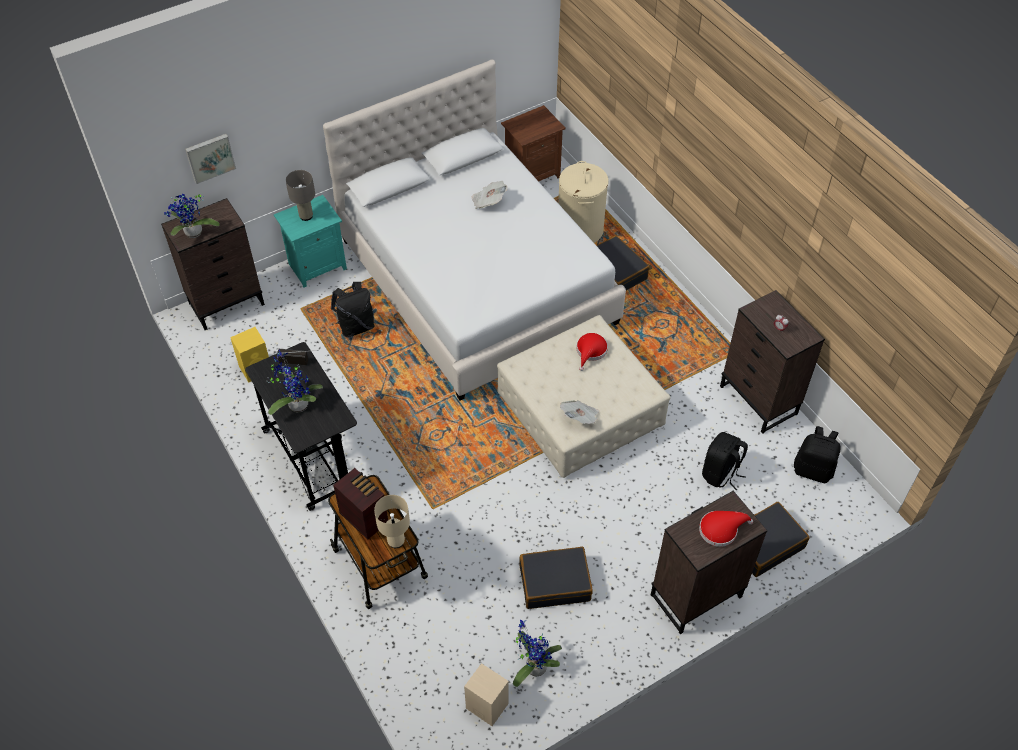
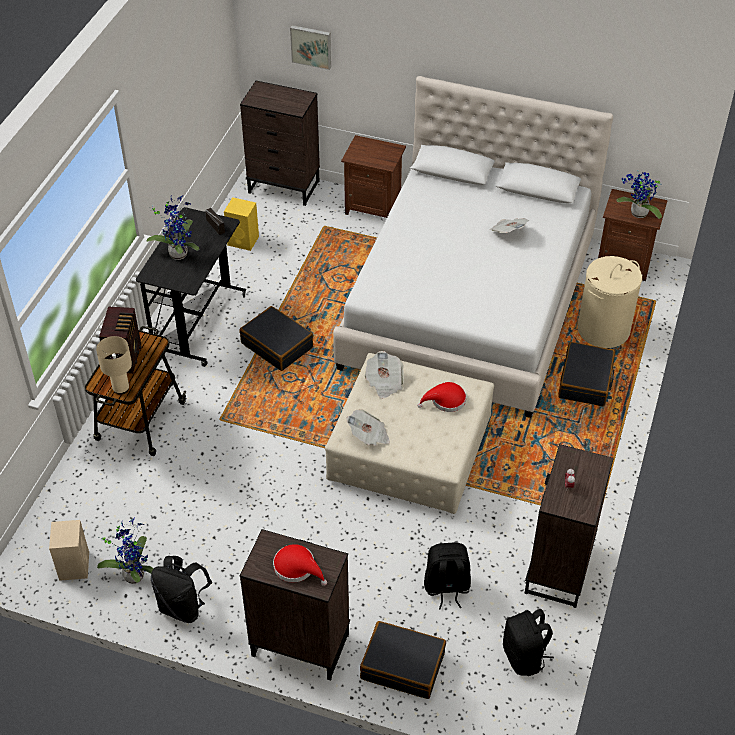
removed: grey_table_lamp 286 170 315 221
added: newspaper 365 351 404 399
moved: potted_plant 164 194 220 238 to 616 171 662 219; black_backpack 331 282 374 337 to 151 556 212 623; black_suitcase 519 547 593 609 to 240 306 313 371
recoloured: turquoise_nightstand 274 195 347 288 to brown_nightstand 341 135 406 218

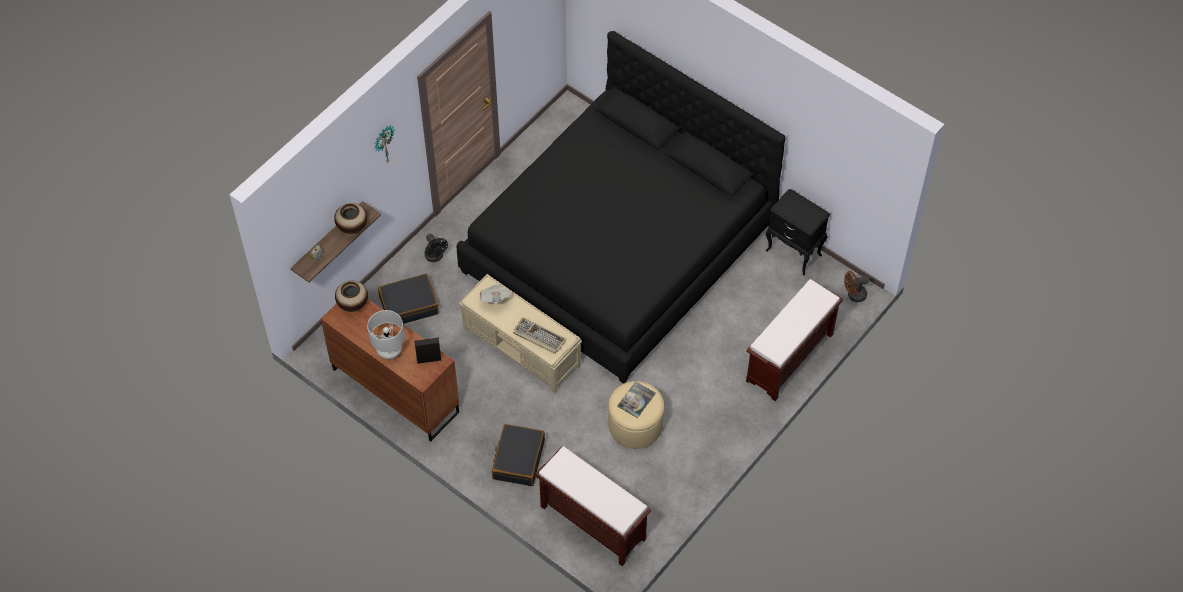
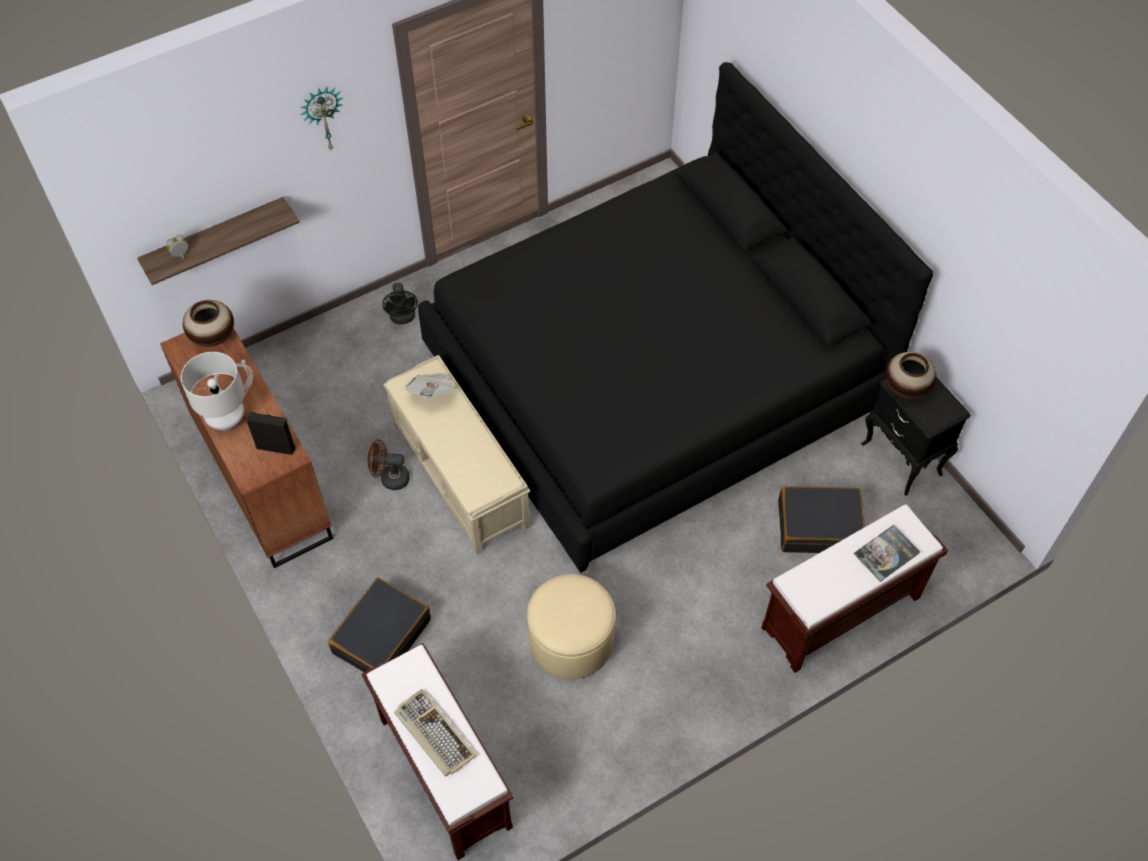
moved: vase 334 203 367 234 to 885 352 936 399; brown_fan 844 271 869 302 to 368 439 410 490; black_suitcase 378 274 439 324 to 778 486 865 553; keyboard 513 317 567 354 to 394 689 476 777; book 617 382 655 418 to 854 525 920 582

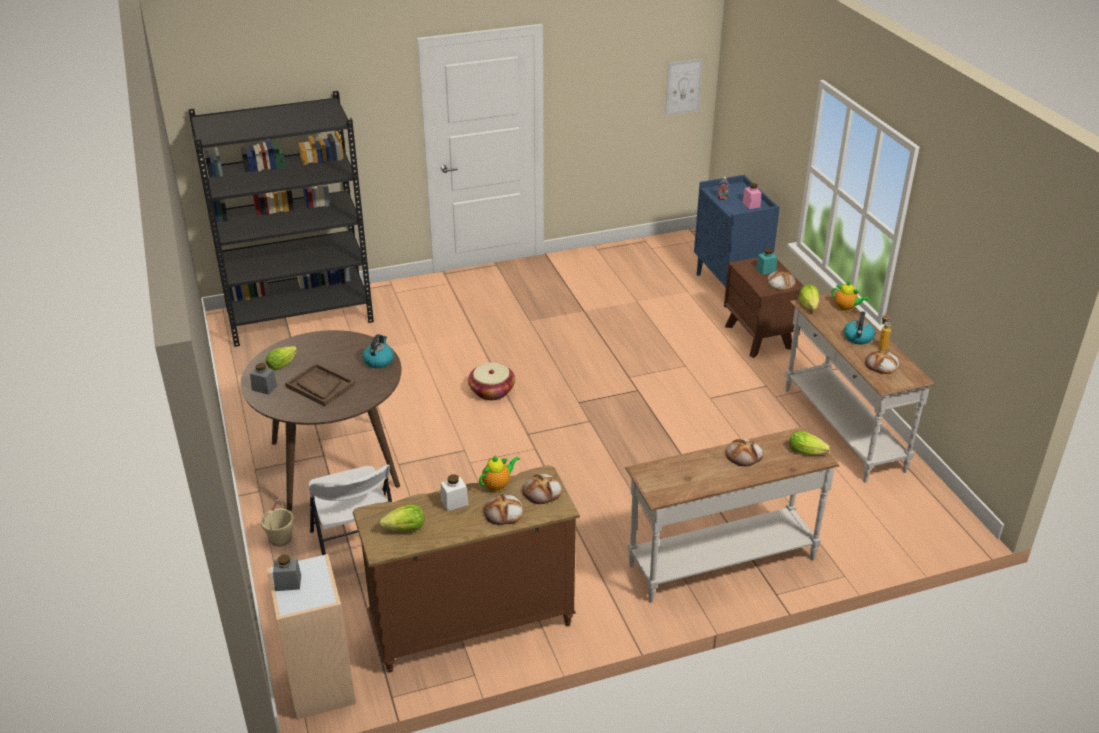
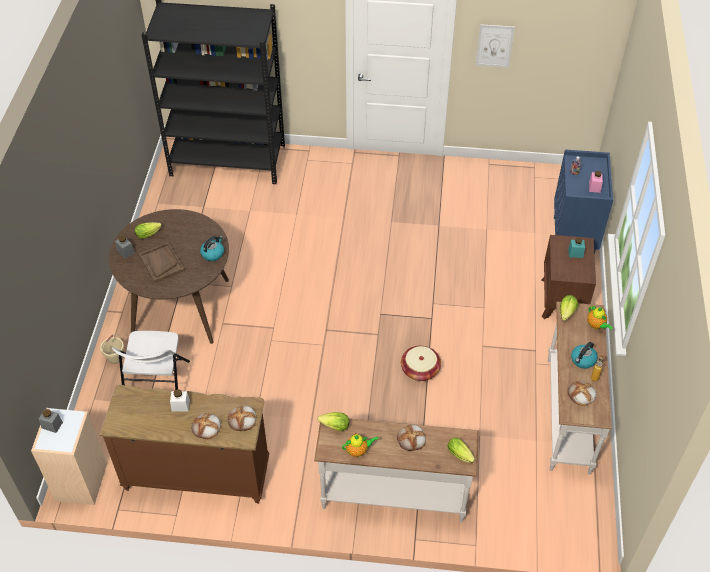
removed: bread 767 270 796 290
moved: picture 665 59 703 115 to 476 24 515 68; basket 468 363 515 400 to 401 346 441 381; teapot 479 455 520 492 to 342 433 378 457; lettuce 379 504 425 531 to 318 412 349 431

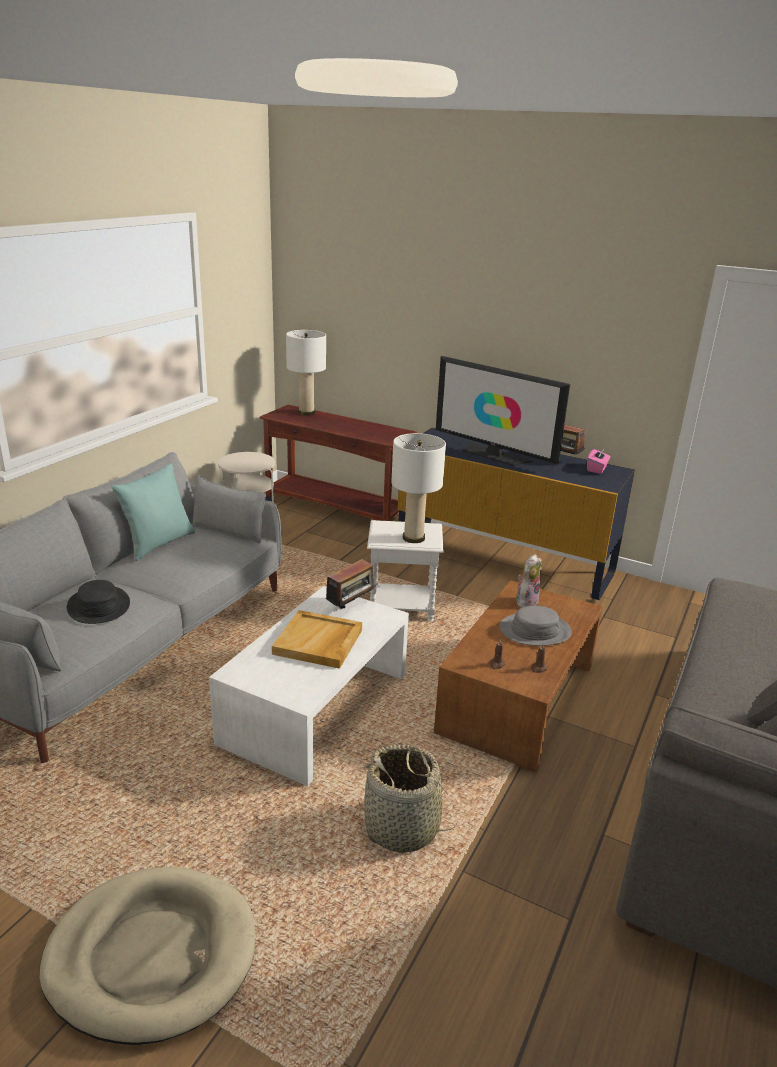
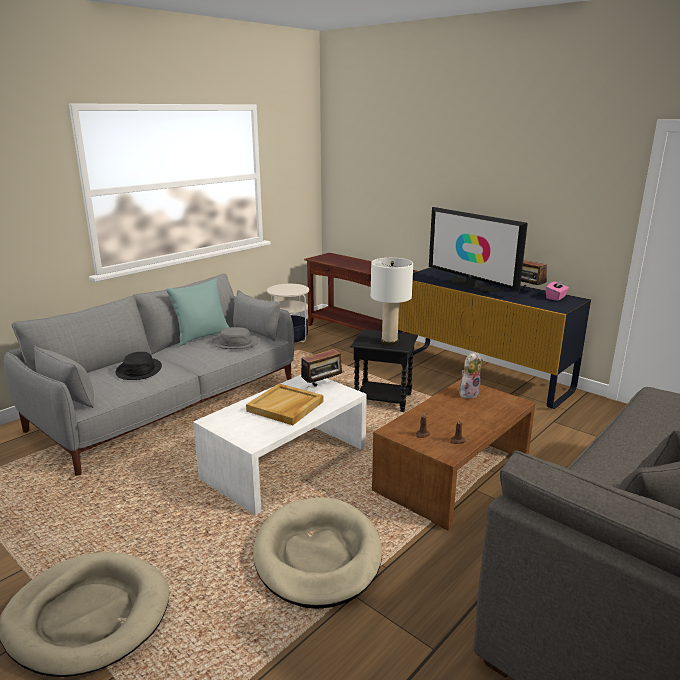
removed: white_table_lamp 286 330 326 416
moved: grey_hat 500 606 572 646 to 211 327 259 349
replaced: basket 358 745 457 853 to beige_dog_bed 253 497 382 609
recoloured: white_side_table 367 520 444 621 to black_side_table 350 329 418 412

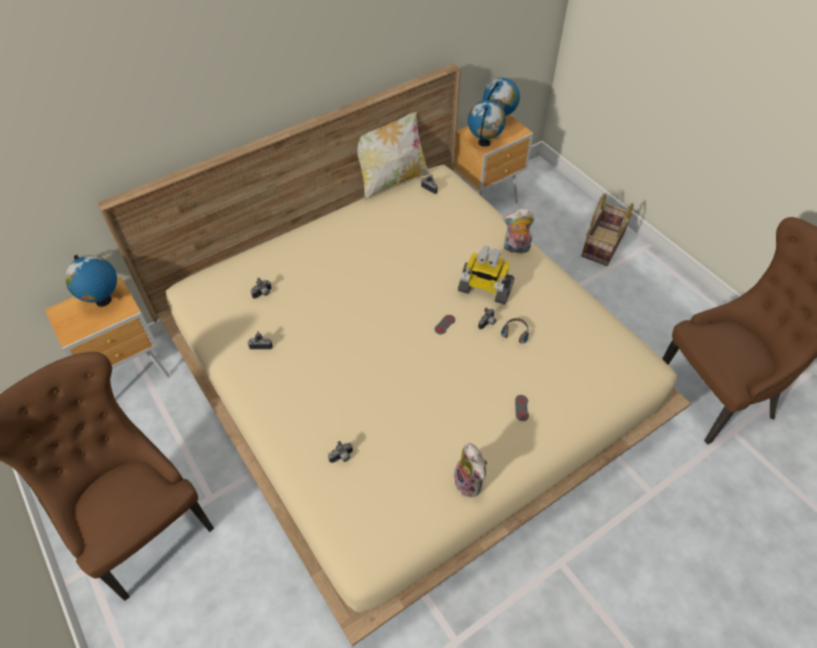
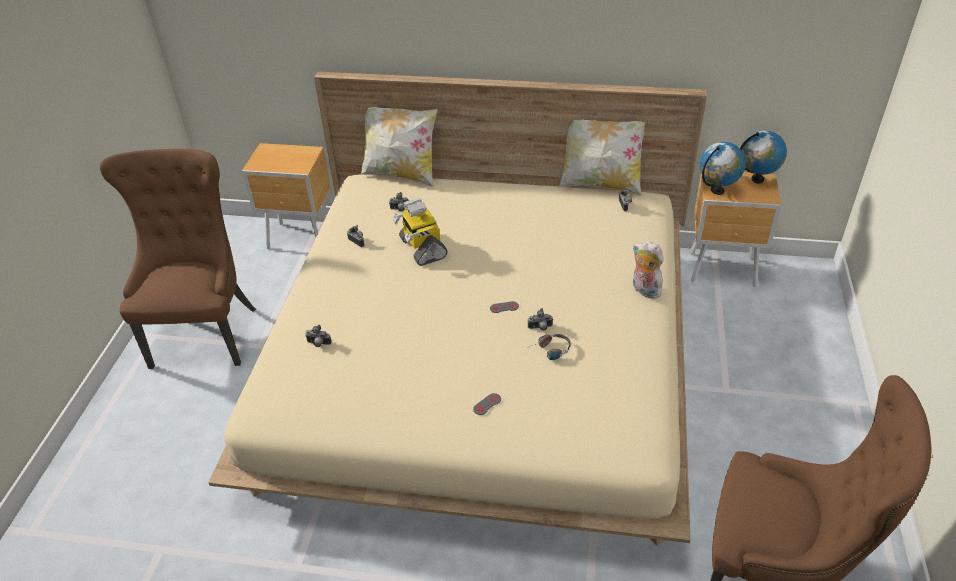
removed: basket 581 193 633 266; globe 65 255 117 307; plush_toy 454 443 487 497
added: pillow 361 107 438 187
moved: toy_robot 458 246 514 305 to 392 198 448 266

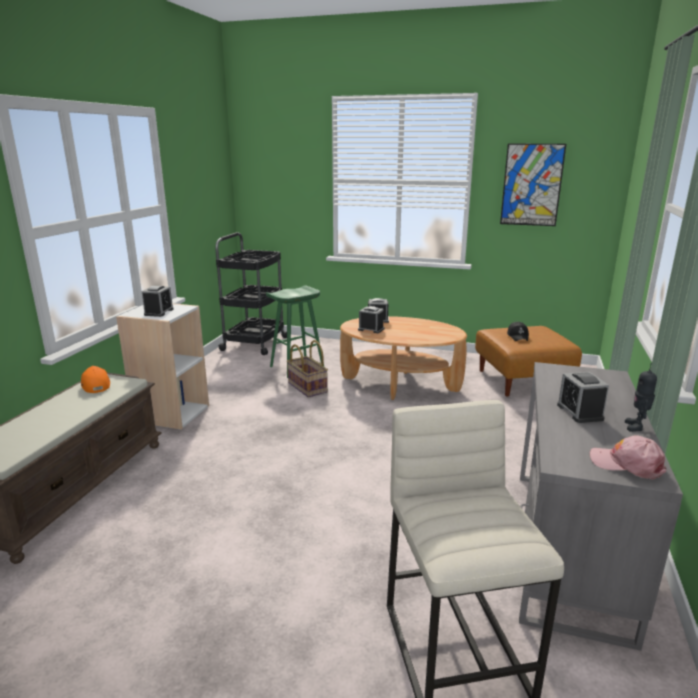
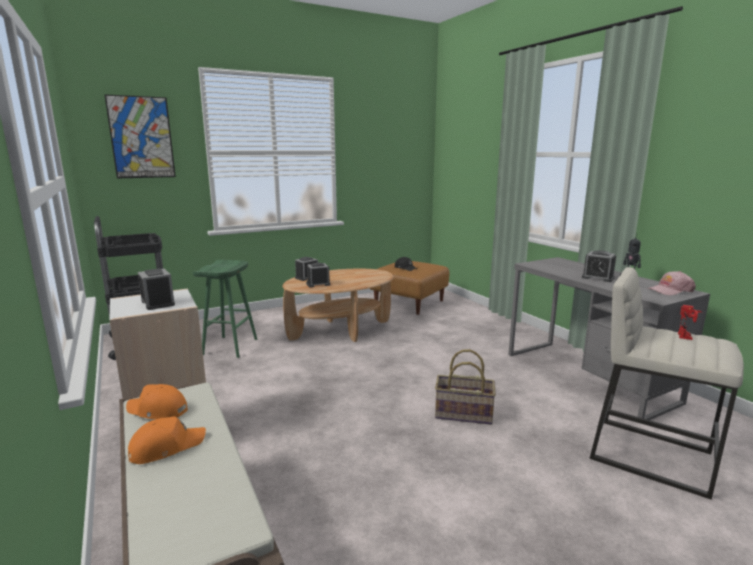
added: toy_robot 678 305 702 340; orange_cap 128 417 206 464
moved: picture 500 144 566 226 to 104 94 176 178; basket 287 340 328 398 to 435 349 496 425

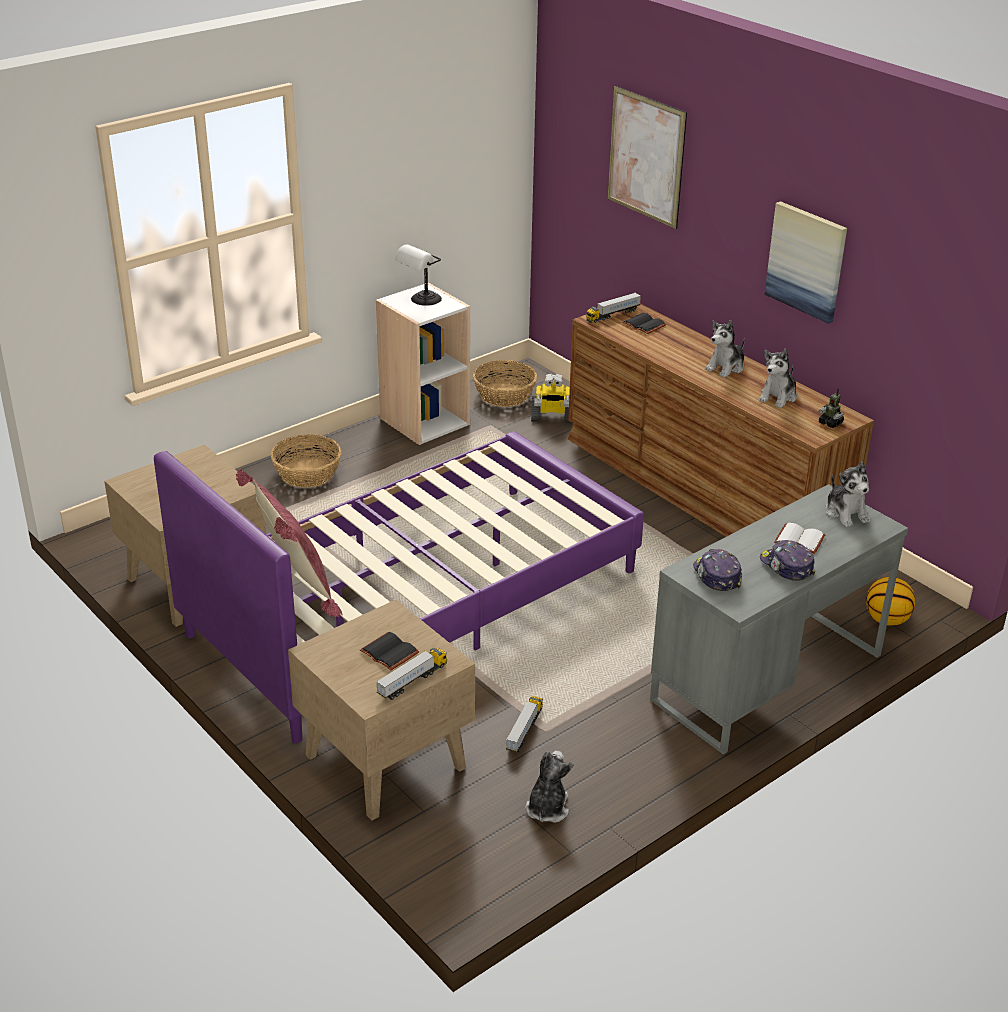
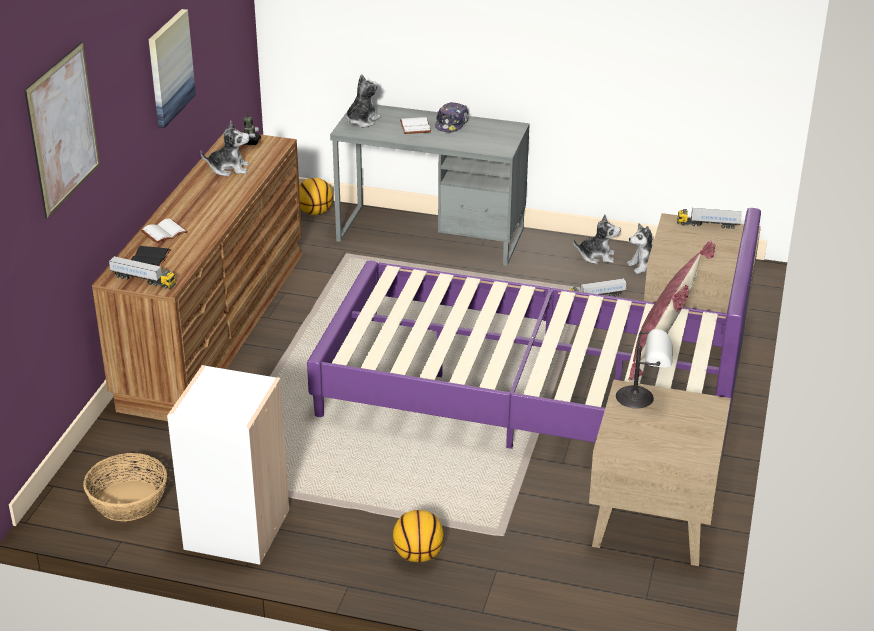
removed: toy_robot 531 373 573 423; cap 693 549 742 591; black_book 360 632 419 671
added: white_book 141 218 188 243
moved: table_lamp 395 244 442 306 to 616 329 672 408; plush_toy 705 320 745 378 to 573 214 620 264
replaced: basket 271 434 341 488 to basketball 393 510 444 562

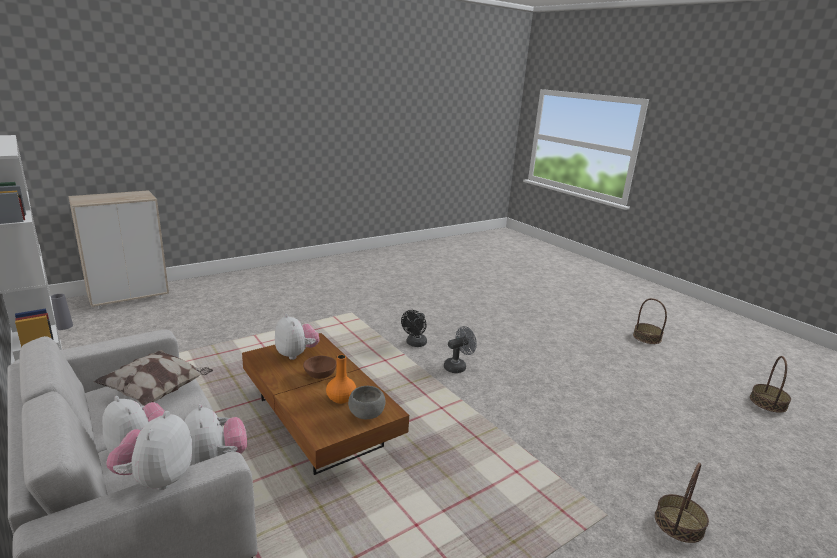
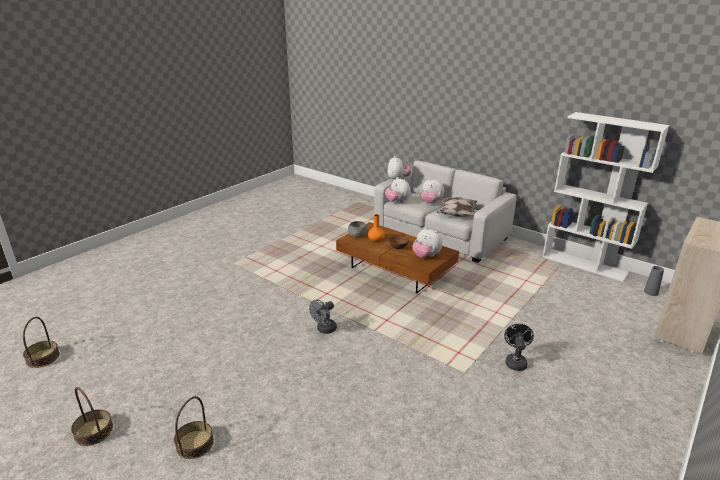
moved: black_fan 401 310 427 347 to 504 324 534 371; basket 655 463 709 543 to 174 396 214 459

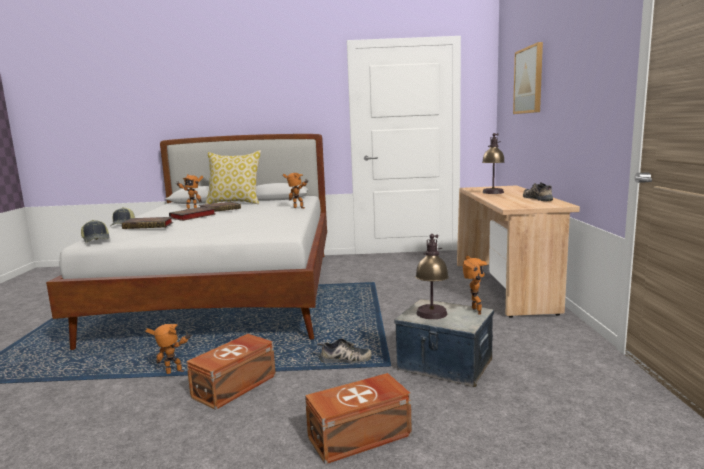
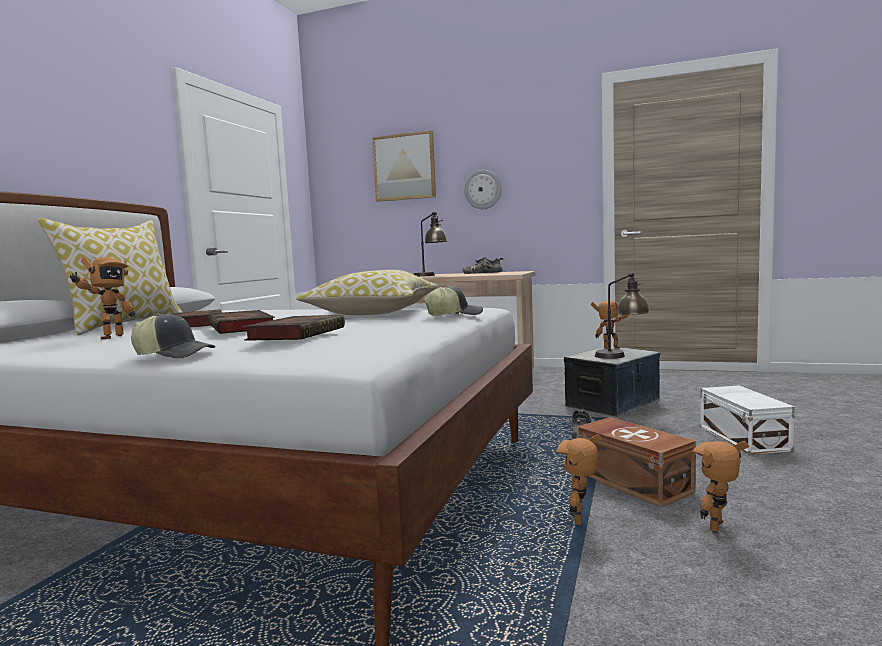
added: wall_clock 464 170 502 209; pillow 296 270 438 315
moved: toy_robot 283 173 308 209 to 692 441 749 532; cap 81 220 109 242 to 424 286 483 316
recoloured: brown_storage_box 305 373 412 464 to white_storage_box 700 385 795 455

